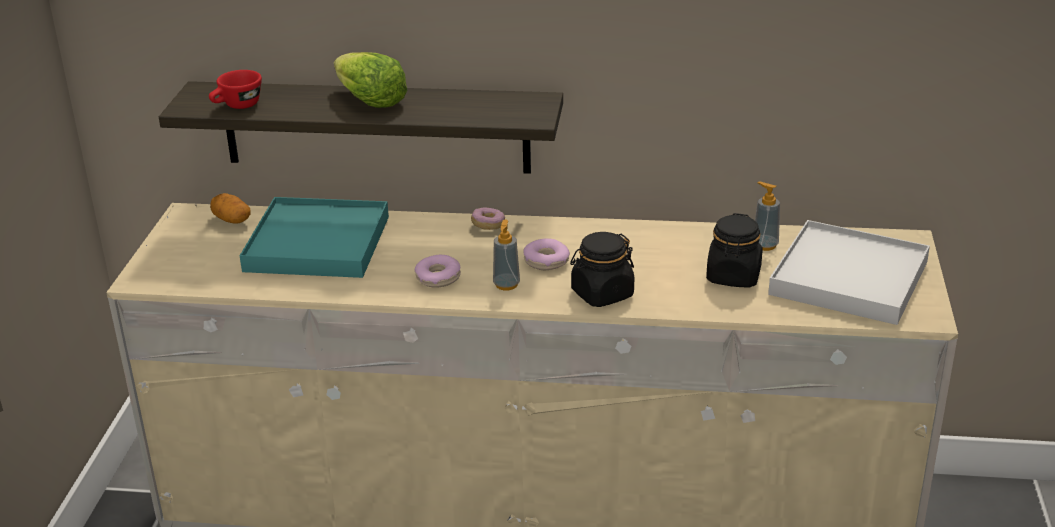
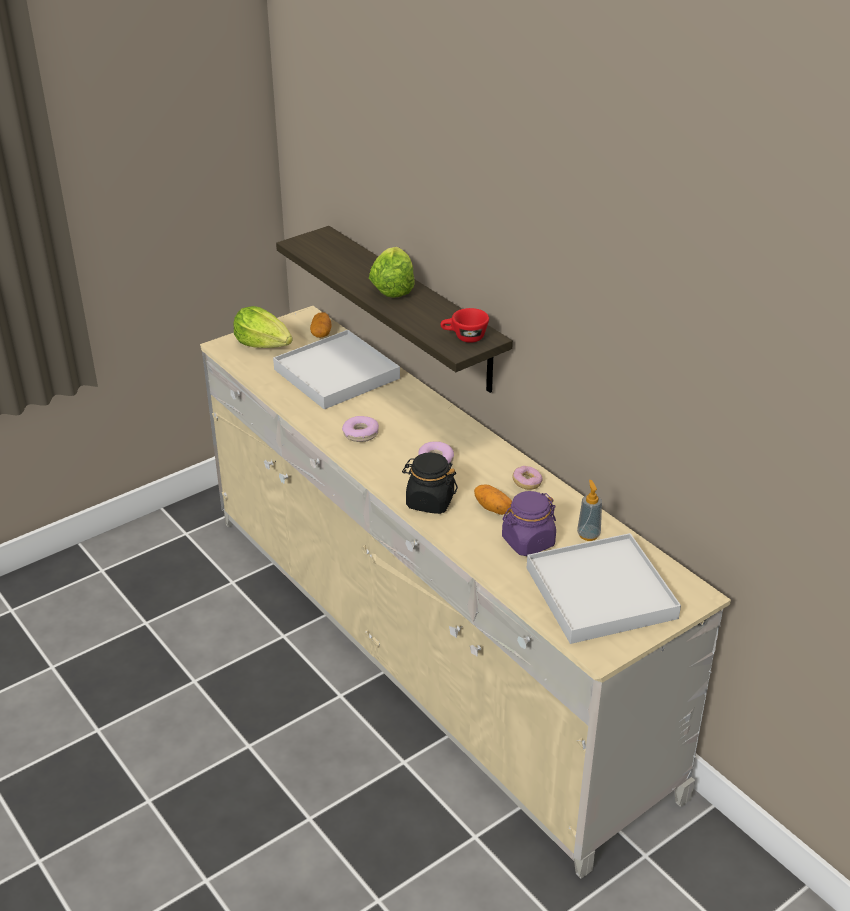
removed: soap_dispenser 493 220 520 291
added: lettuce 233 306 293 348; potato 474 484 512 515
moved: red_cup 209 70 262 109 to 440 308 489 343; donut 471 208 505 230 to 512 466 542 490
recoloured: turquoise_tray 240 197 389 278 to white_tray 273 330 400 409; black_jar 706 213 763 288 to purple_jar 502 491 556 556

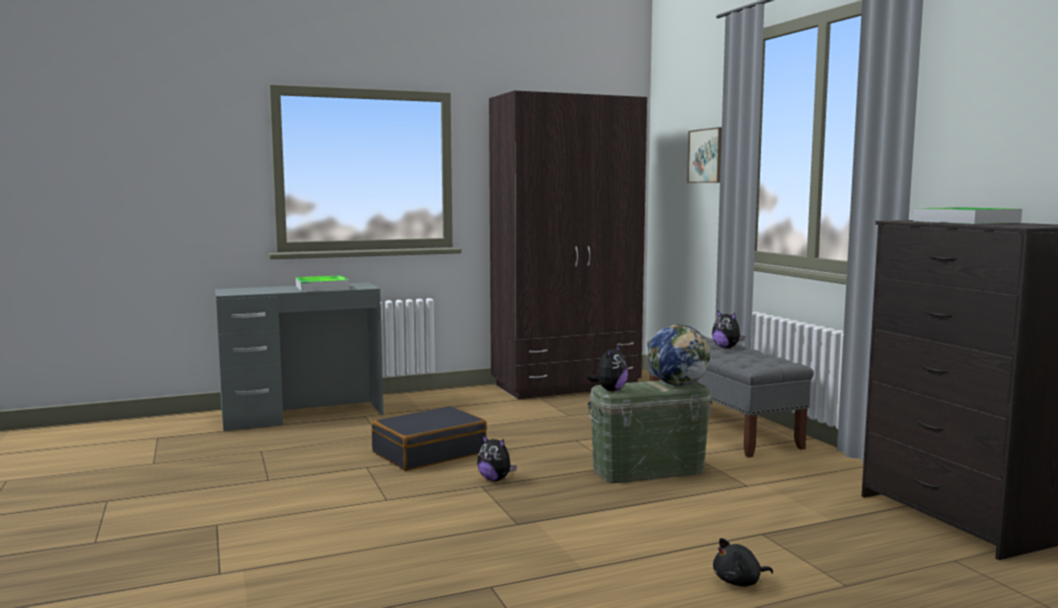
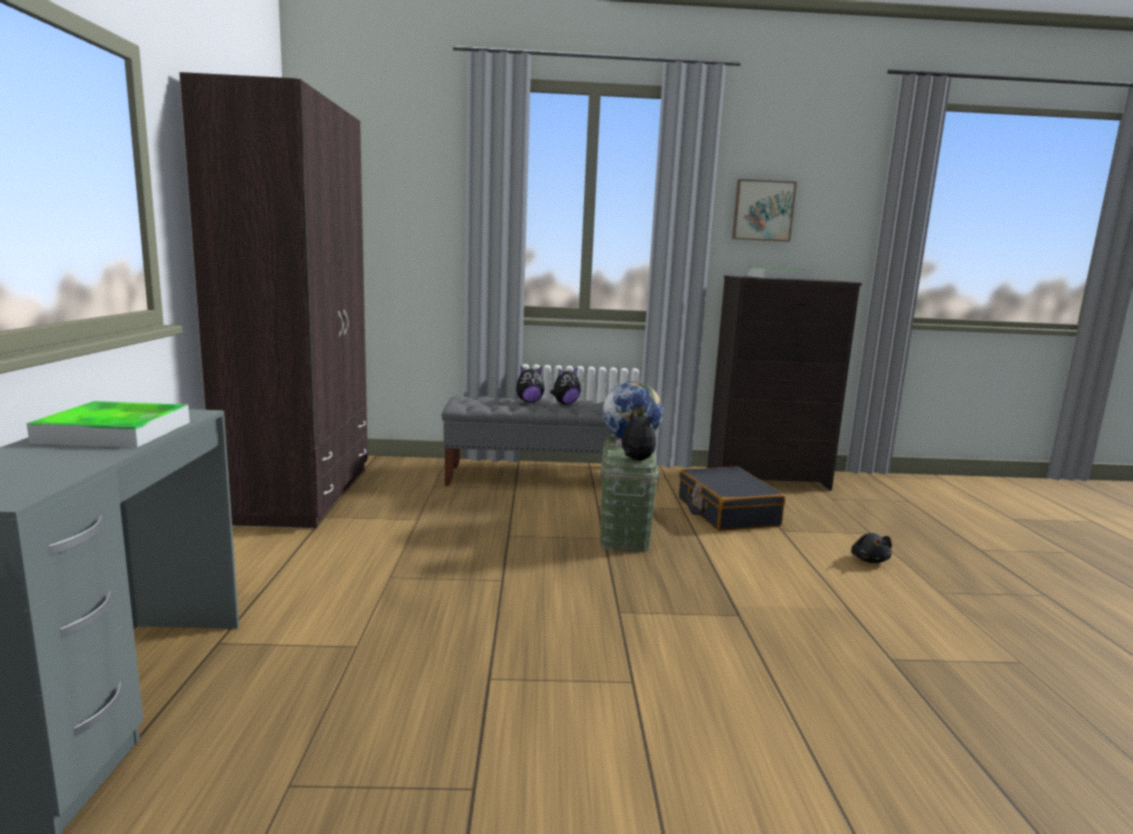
moved: picture 687 127 722 183 to 732 179 797 242; black_suitcase 372 406 487 471 to 679 467 785 531; plush_toy 477 435 517 481 to 550 369 581 405

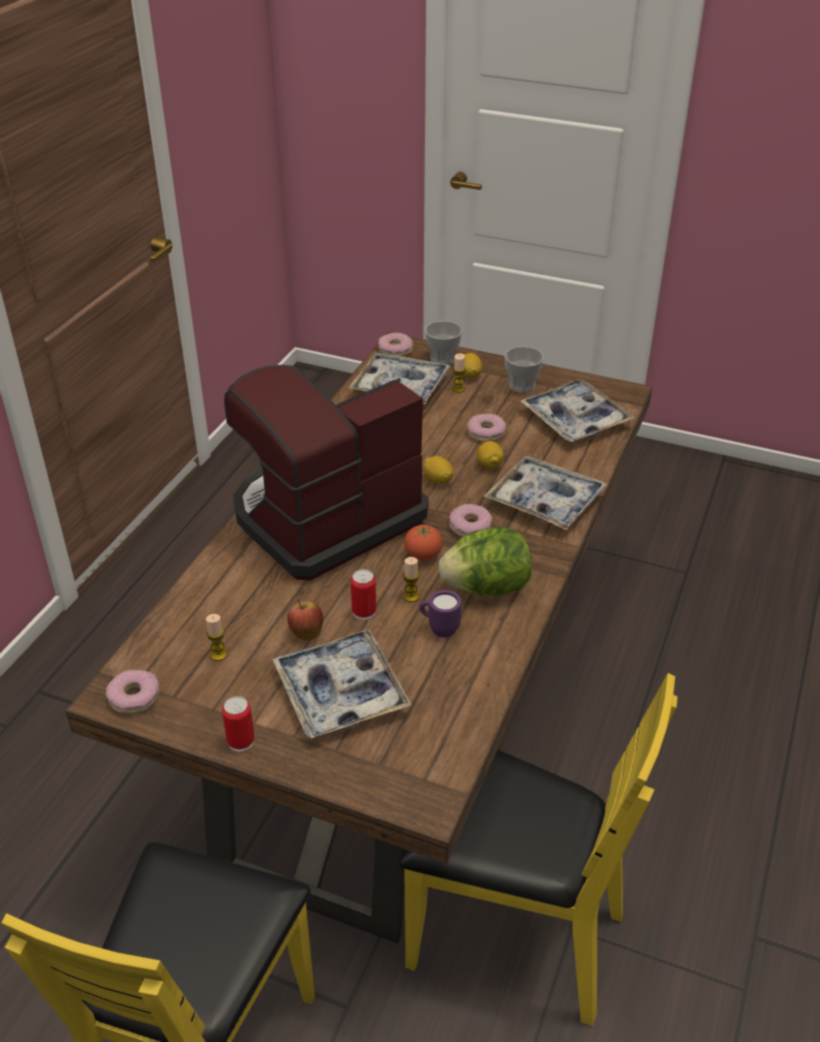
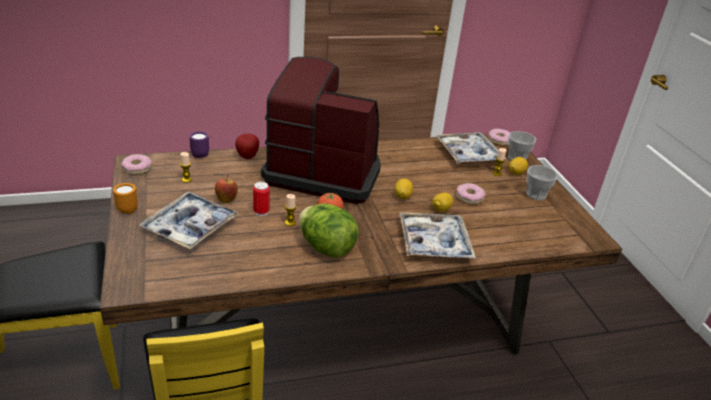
removed: tray 520 379 634 442; donut 449 504 492 537
added: apple 235 134 259 159
moved: purple_mug 419 590 462 638 to 189 131 209 158
replaced: can 222 696 255 752 to orange_mug 113 183 138 214

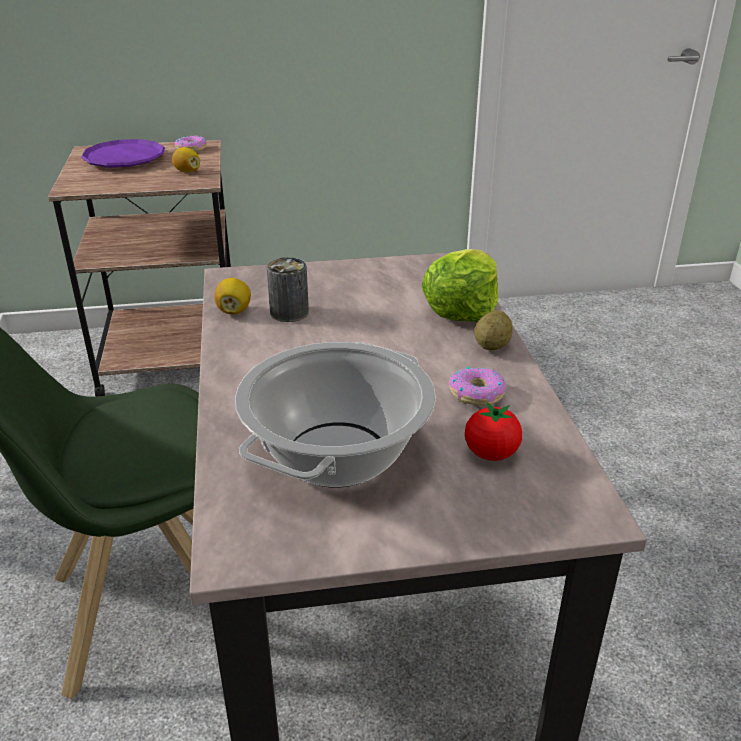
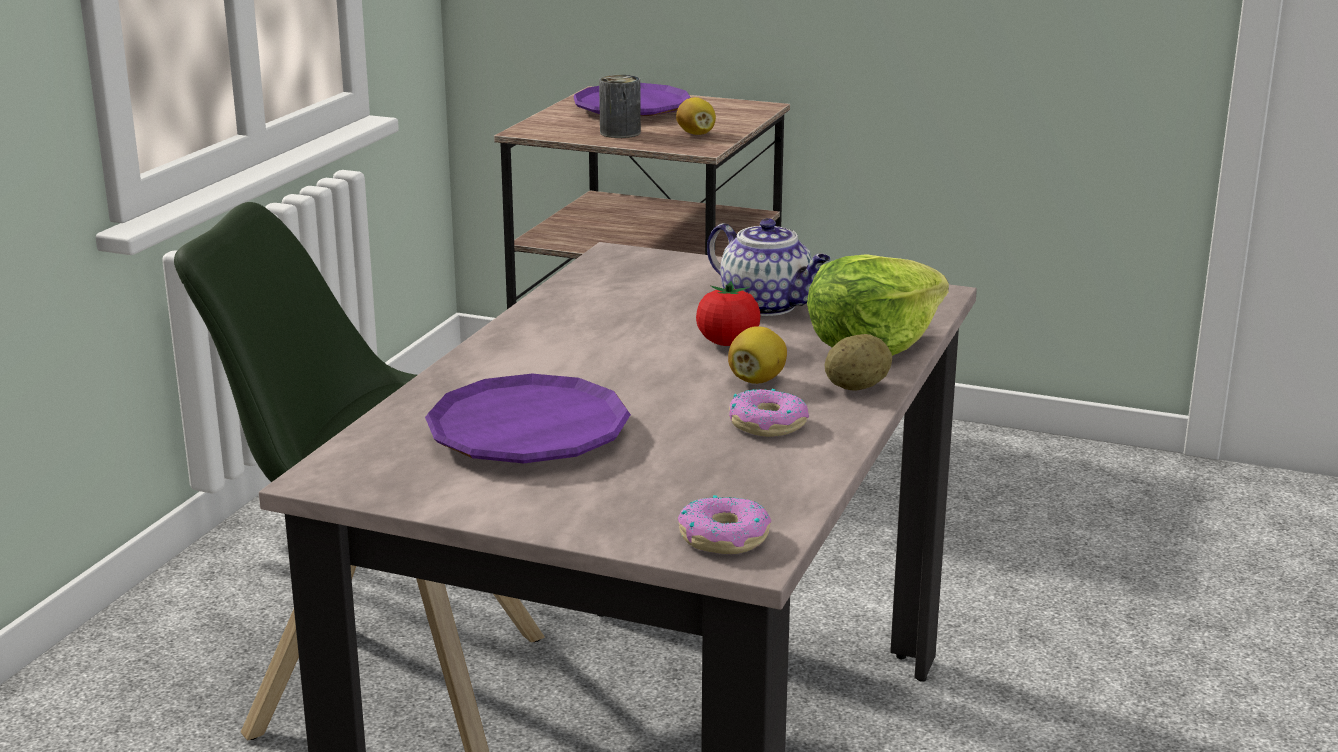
added: teapot 707 218 831 316
moved: donut 175 136 206 152 to 678 495 771 554; can 266 257 309 322 to 599 75 641 138; lemon 214 278 251 315 to 728 326 787 384; tomato 465 402 522 461 to 696 281 760 346
replaced: cooking_pot 235 342 436 487 to purple_plate 425 374 631 463

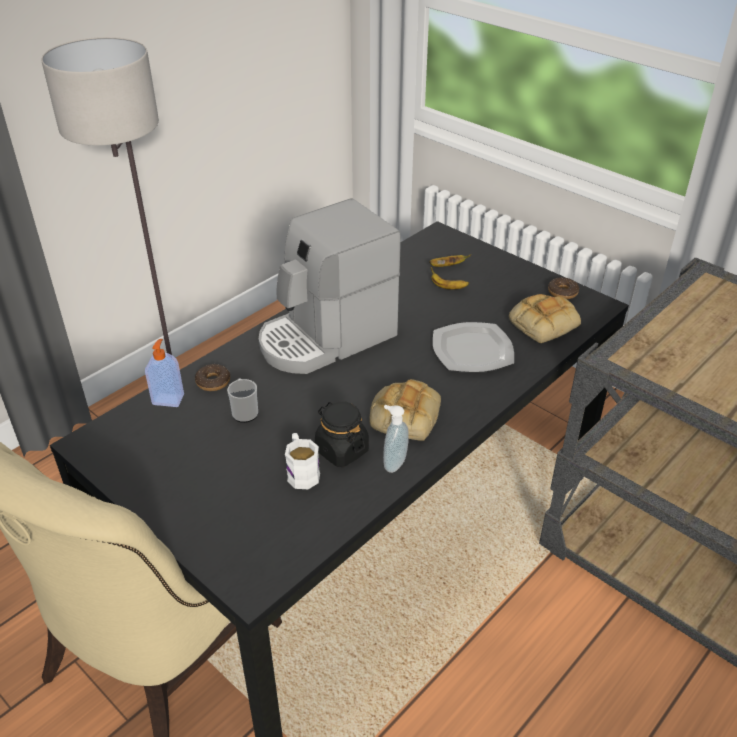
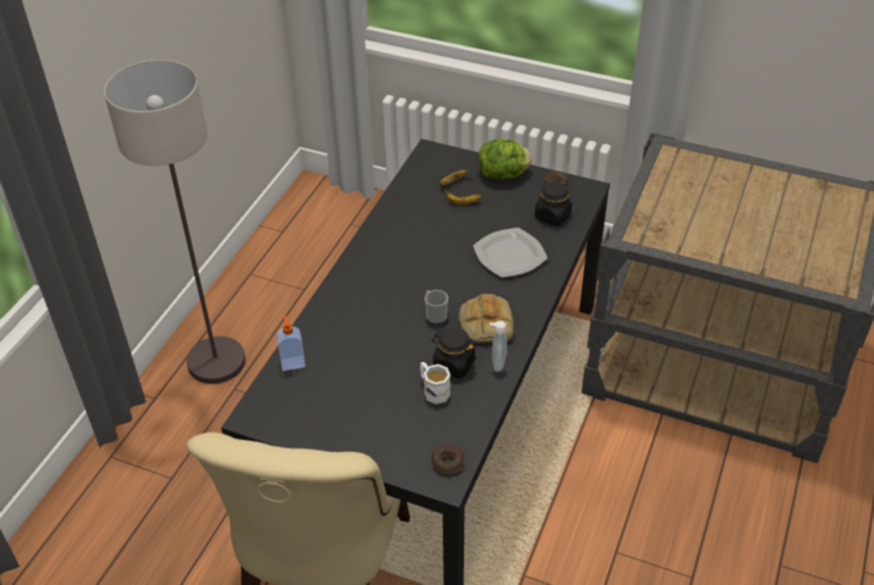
removed: coffee_machine 259 198 401 374
added: lettuce 478 139 532 179
moved: donut 195 364 230 391 to 431 444 464 474; mug 227 378 258 423 to 425 290 448 324
replaced: bread 509 294 581 343 to black_jar 535 180 572 226

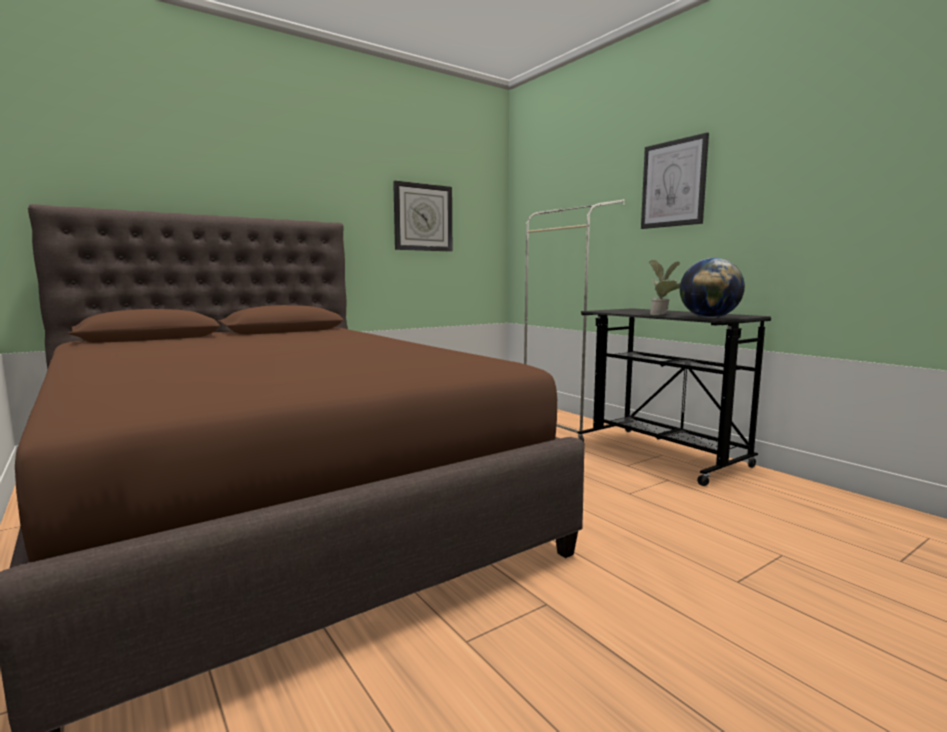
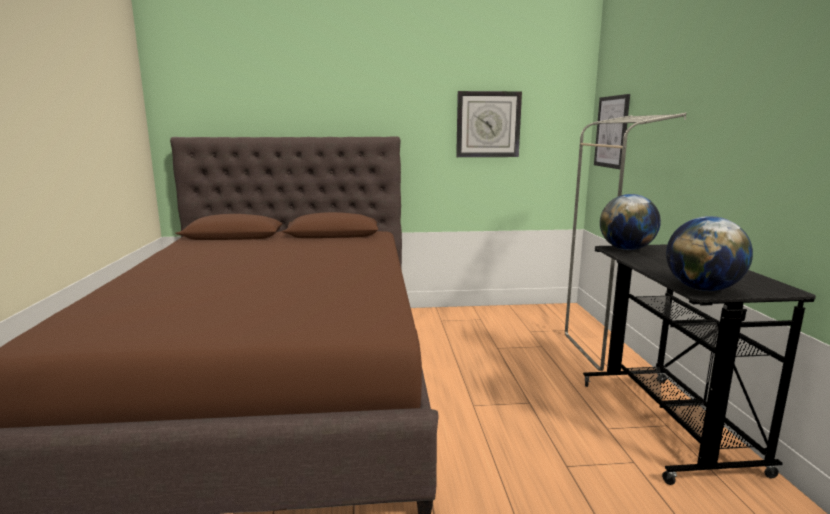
removed: potted_plant 649 260 680 315
added: globe 600 194 661 250
moved: picture 641 133 709 229 to 594 94 630 169

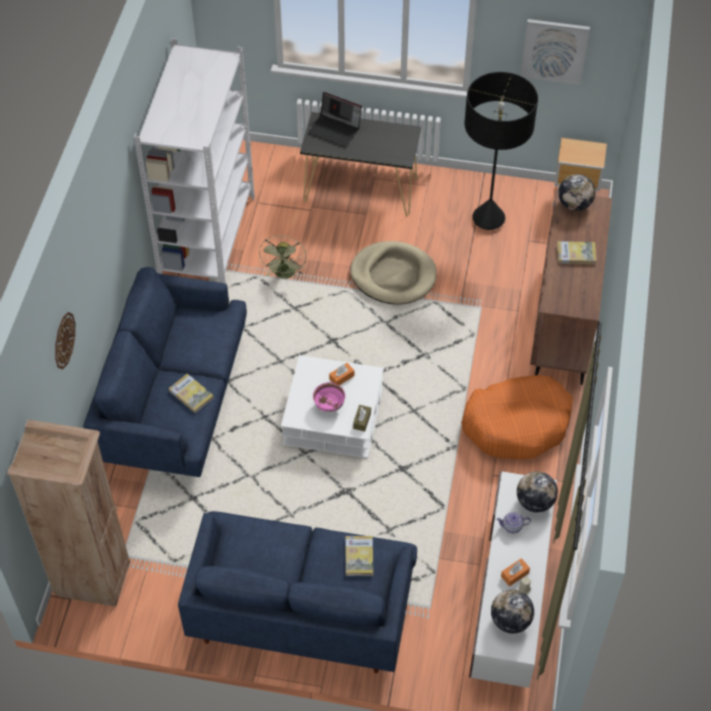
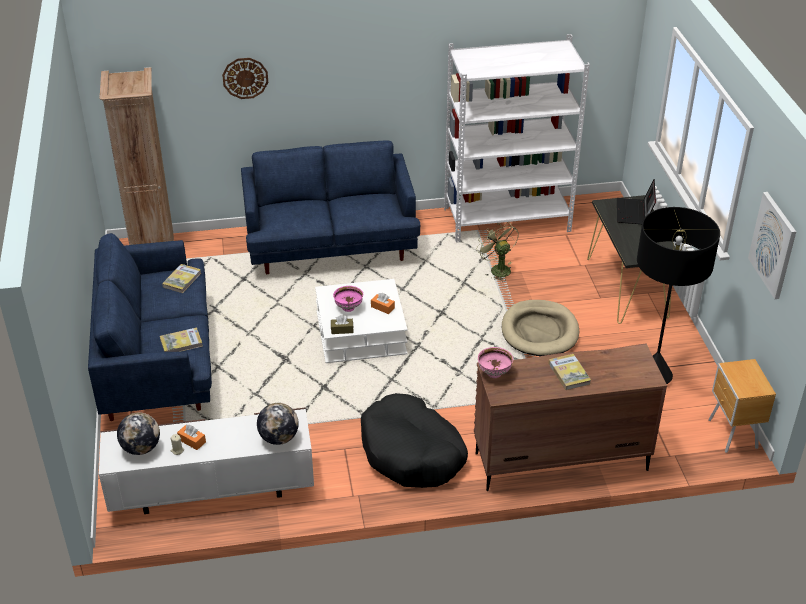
removed: globe 558 174 595 211; teapot 496 512 531 533
added: pink_bowl 478 347 513 378
moved: book 169 374 214 413 to 162 264 201 293
recoloured: orange_dog_bed 461 375 573 460 to black_dog_bed 361 393 468 488
turned: green_fan 259 236 307 279 = 477 223 519 282 75 degrees clockwise

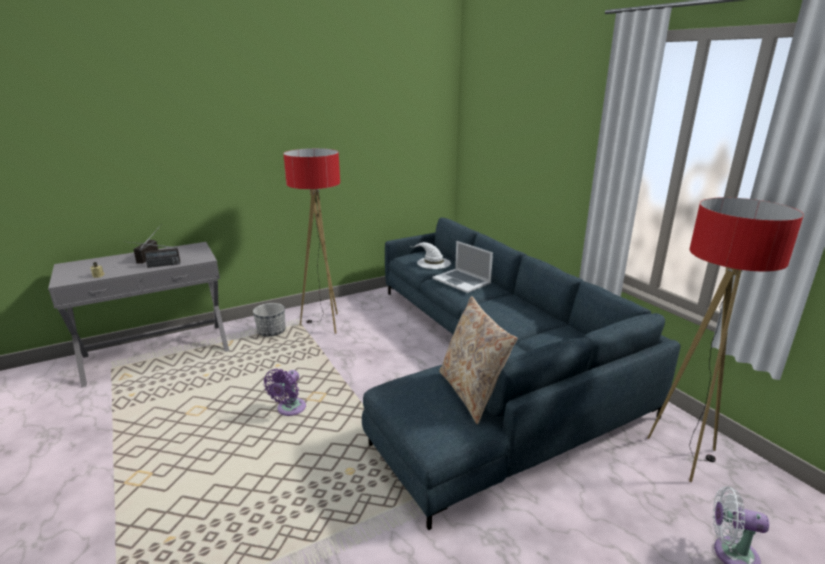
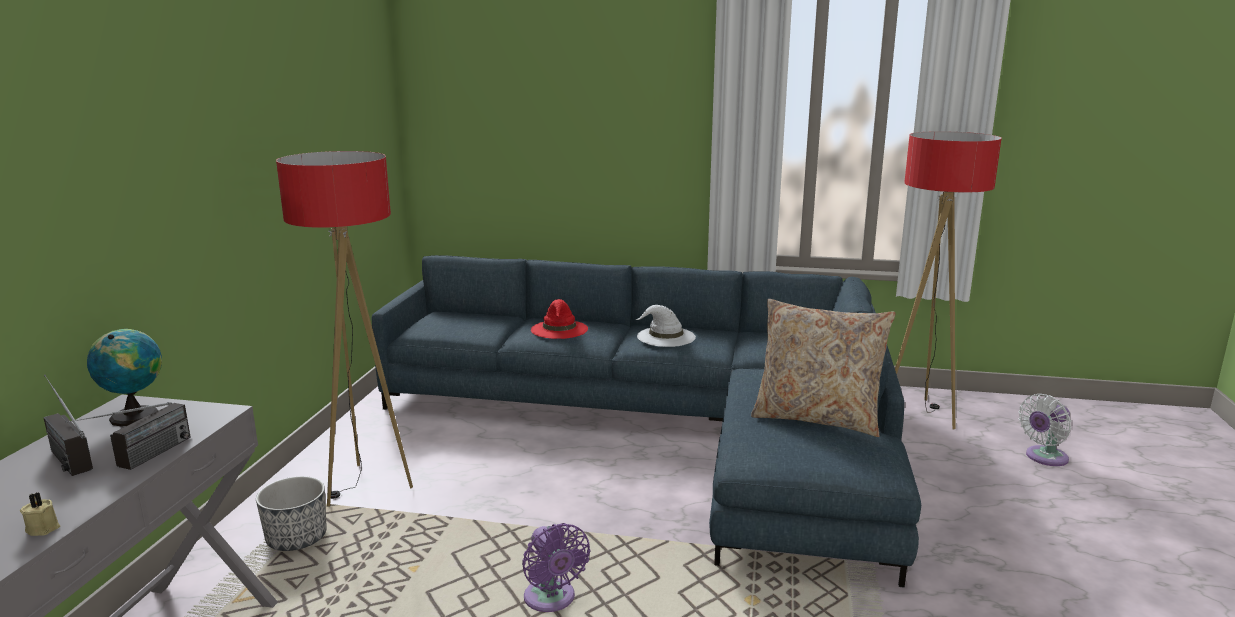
added: globe 87 329 162 427
moved: white_hat 412 242 451 269 to 635 305 696 347
replaced: laptop 433 241 493 293 to red_hat 531 299 588 339

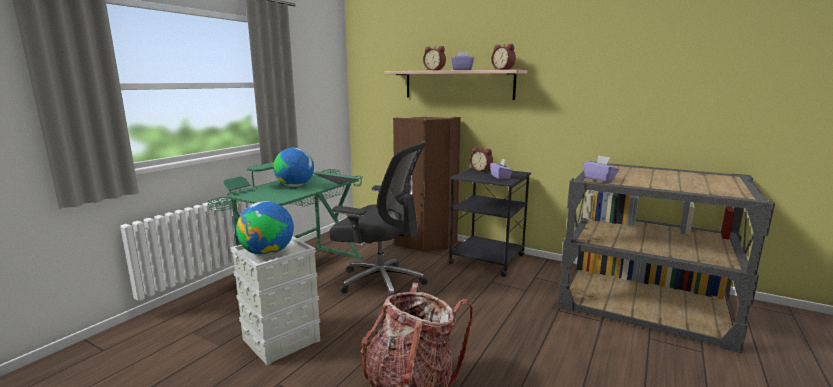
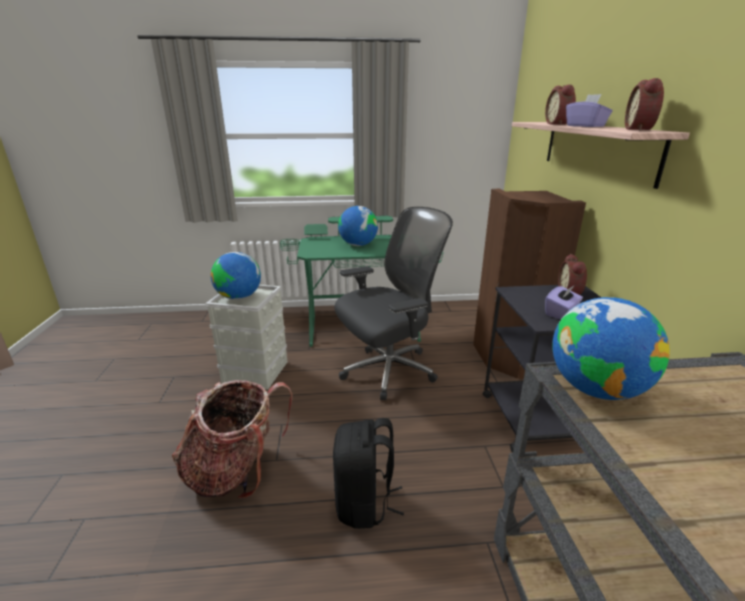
added: black_backpack 333 418 404 529
replaced: purple_tissue_box 583 156 619 182 to globe 552 297 670 400
turned: office_chair 330 141 428 296 = 334 207 453 400 105 degrees counterclockwise

